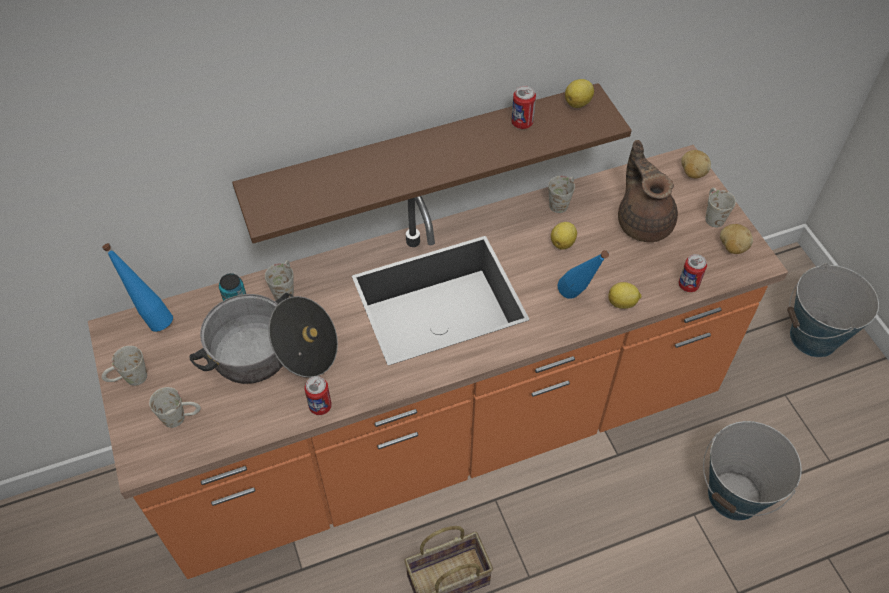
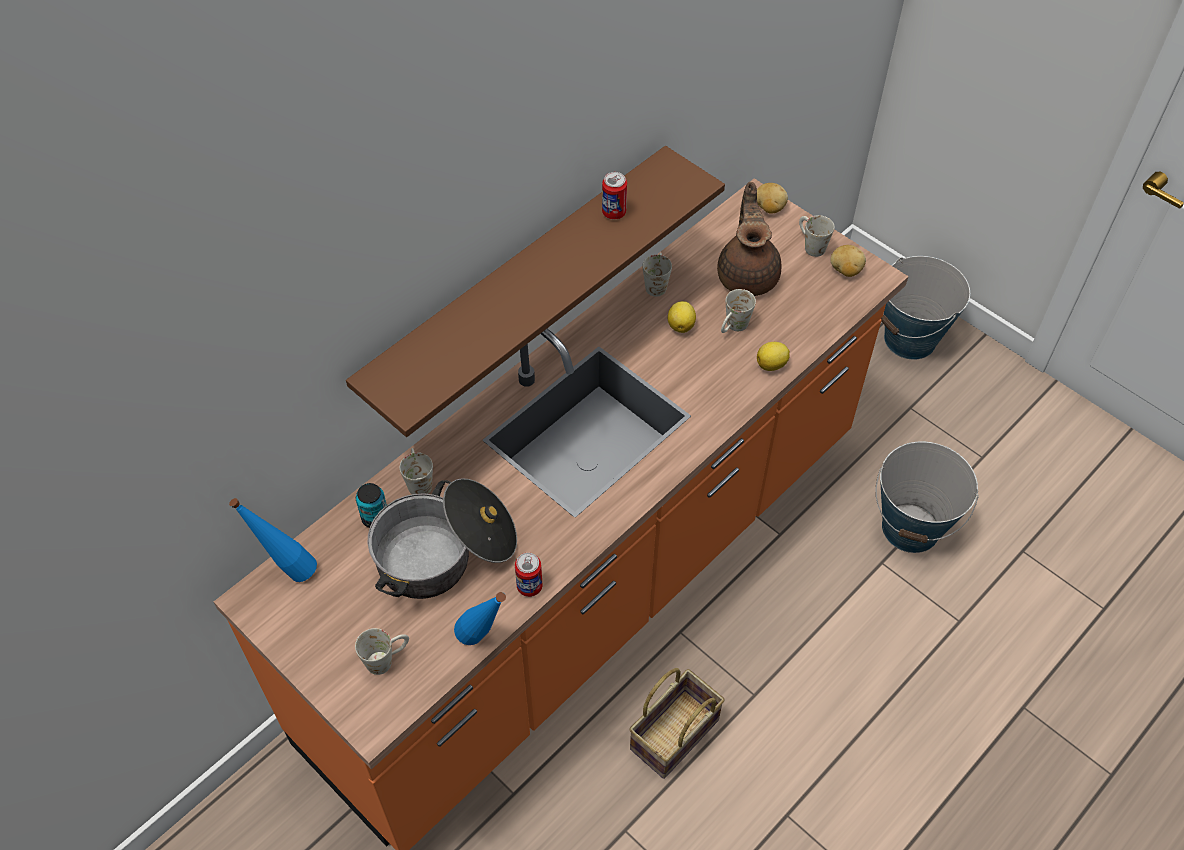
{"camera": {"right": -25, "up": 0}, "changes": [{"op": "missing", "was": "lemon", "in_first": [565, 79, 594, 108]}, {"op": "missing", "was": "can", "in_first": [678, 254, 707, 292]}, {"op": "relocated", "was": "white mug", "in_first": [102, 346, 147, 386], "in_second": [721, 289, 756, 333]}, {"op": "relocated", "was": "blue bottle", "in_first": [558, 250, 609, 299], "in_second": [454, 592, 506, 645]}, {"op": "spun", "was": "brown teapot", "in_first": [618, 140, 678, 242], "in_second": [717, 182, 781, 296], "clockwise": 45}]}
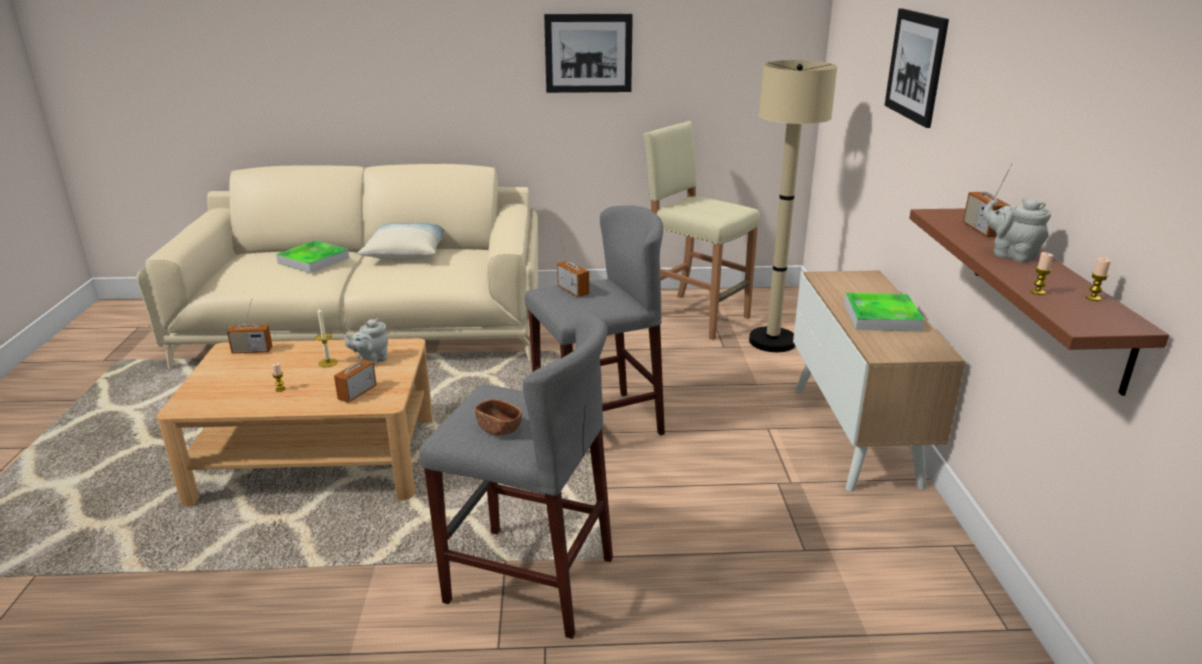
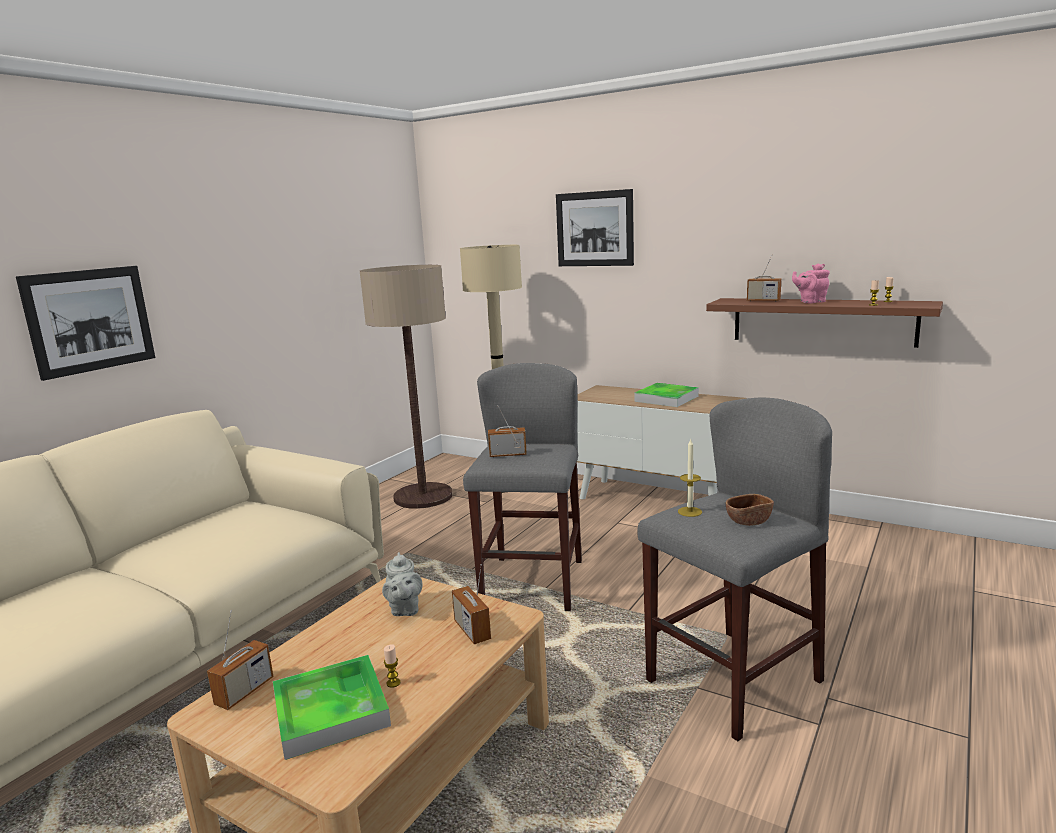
{"camera": {"right": -55, "up": -10}, "changes": [{"op": "missing", "was": "pillow", "in_first": [357, 223, 444, 261]}, {"op": "relocated", "was": "tray", "in_first": [276, 240, 349, 273], "in_second": [273, 655, 391, 760]}, {"op": "relocated", "was": "candle", "in_first": [315, 308, 338, 367], "in_second": [678, 439, 702, 517]}, {"op": "relocated", "was": "picture", "in_first": [544, 14, 633, 93], "in_second": [16, 266, 155, 381]}, {"op": "exchanged", "was": "beige stool", "now": "floor lamp", "in_first": [643, 121, 760, 340], "in_second": [360, 265, 453, 509]}, {"op": "colour", "was": "grey teapot", "now": "pink teapot", "in_first": [982, 199, 1051, 262], "in_second": [792, 264, 830, 303]}]}
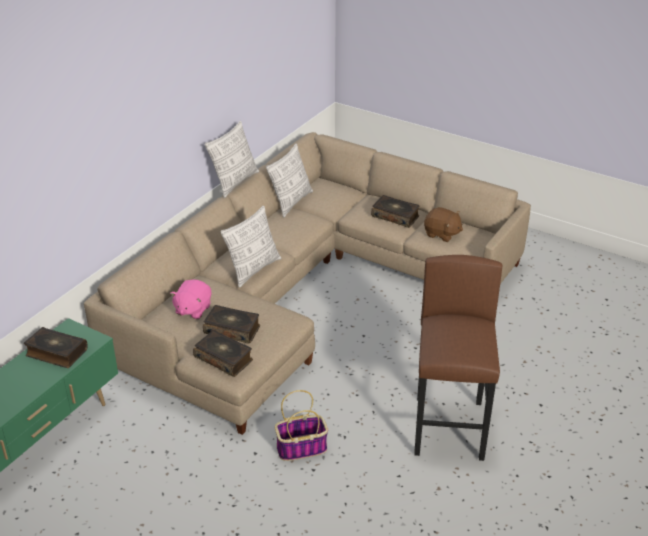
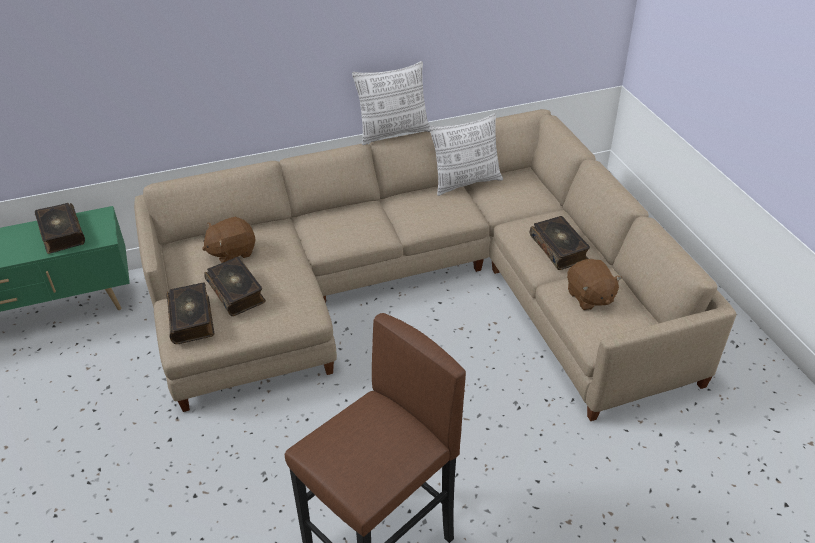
{"camera": {"right": 40, "up": 5}, "changes": [{"op": "missing", "was": "pillow", "in_first": [220, 206, 281, 288]}, {"op": "missing", "was": "basket", "in_first": [275, 390, 328, 461]}, {"op": "colour", "was": "pink plush toy", "now": "brown plush toy", "in_first": [170, 279, 212, 319], "in_second": [202, 217, 255, 263]}]}
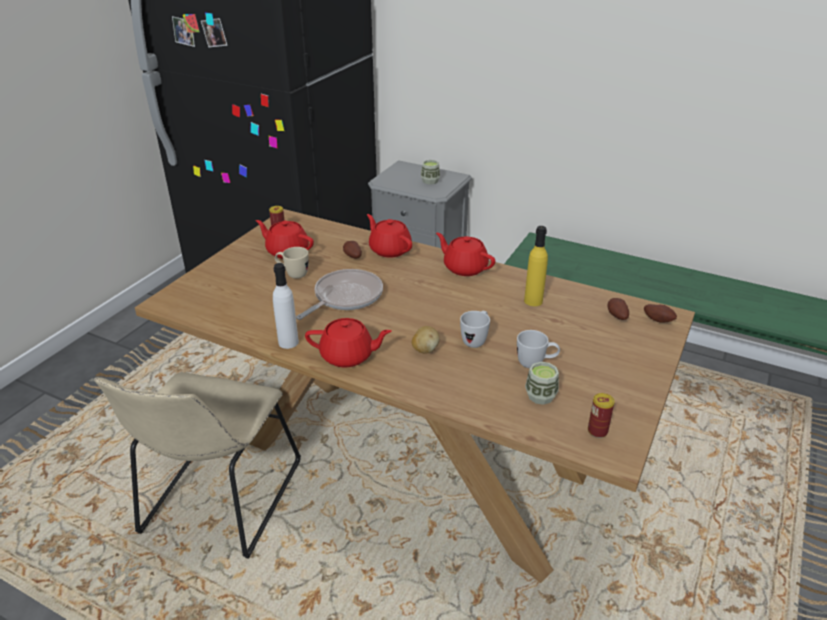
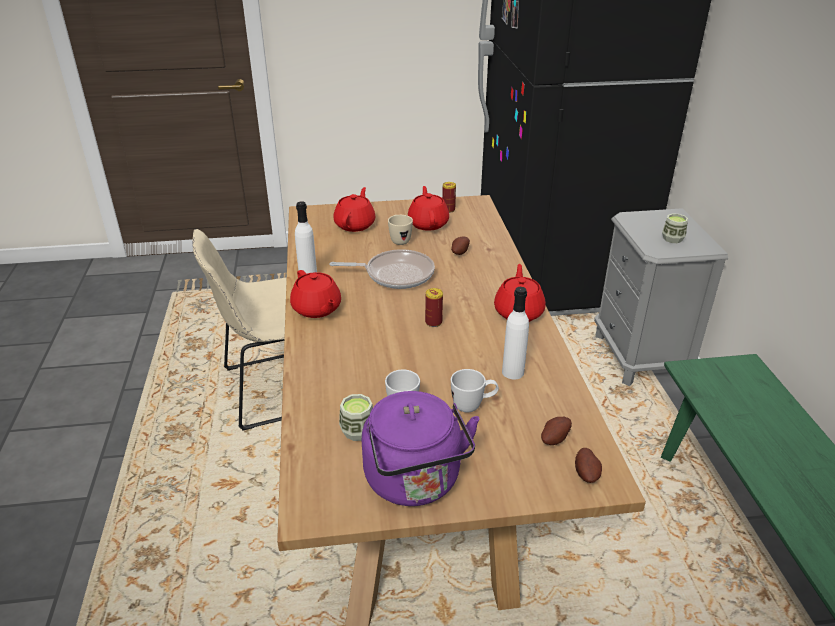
{"camera": {"right": 55, "up": 0}, "changes": [{"op": "missing", "was": "potato", "in_first": [412, 326, 440, 353]}, {"op": "appeared", "now": "purple kettle", "in_second": [362, 391, 480, 506]}, {"op": "relocated", "was": "red teapot", "in_first": [367, 214, 412, 258], "in_second": [333, 187, 376, 232]}, {"op": "relocated", "was": "white mug", "in_first": [460, 311, 490, 348], "in_second": [451, 369, 499, 412]}, {"op": "relocated", "was": "can", "in_first": [588, 393, 615, 438], "in_second": [425, 288, 443, 327]}, {"op": "colour", "was": "yellow bottle", "now": "white bottle", "in_first": [524, 226, 548, 306], "in_second": [502, 287, 529, 379]}]}
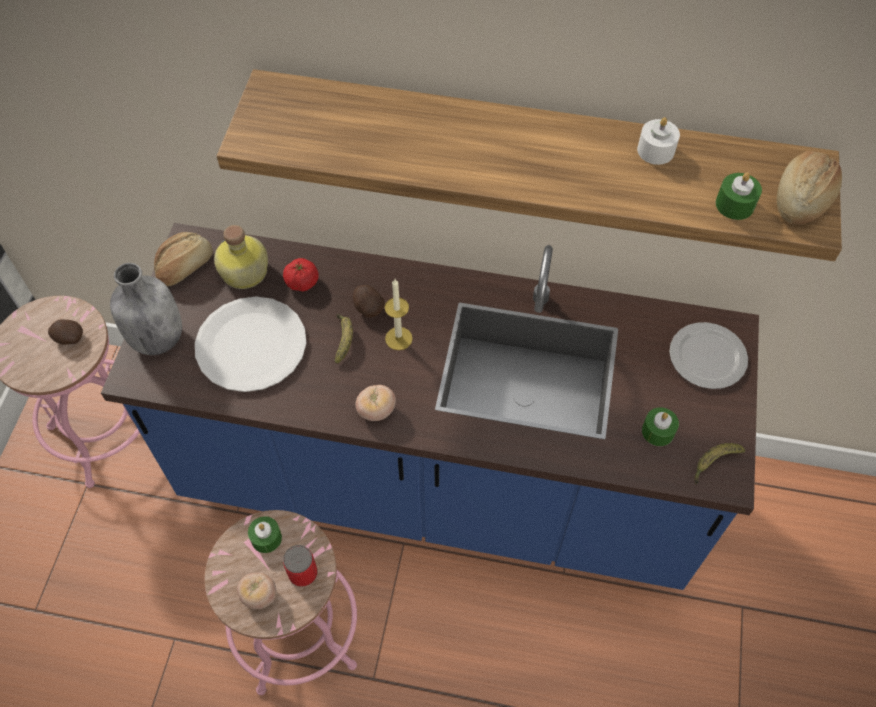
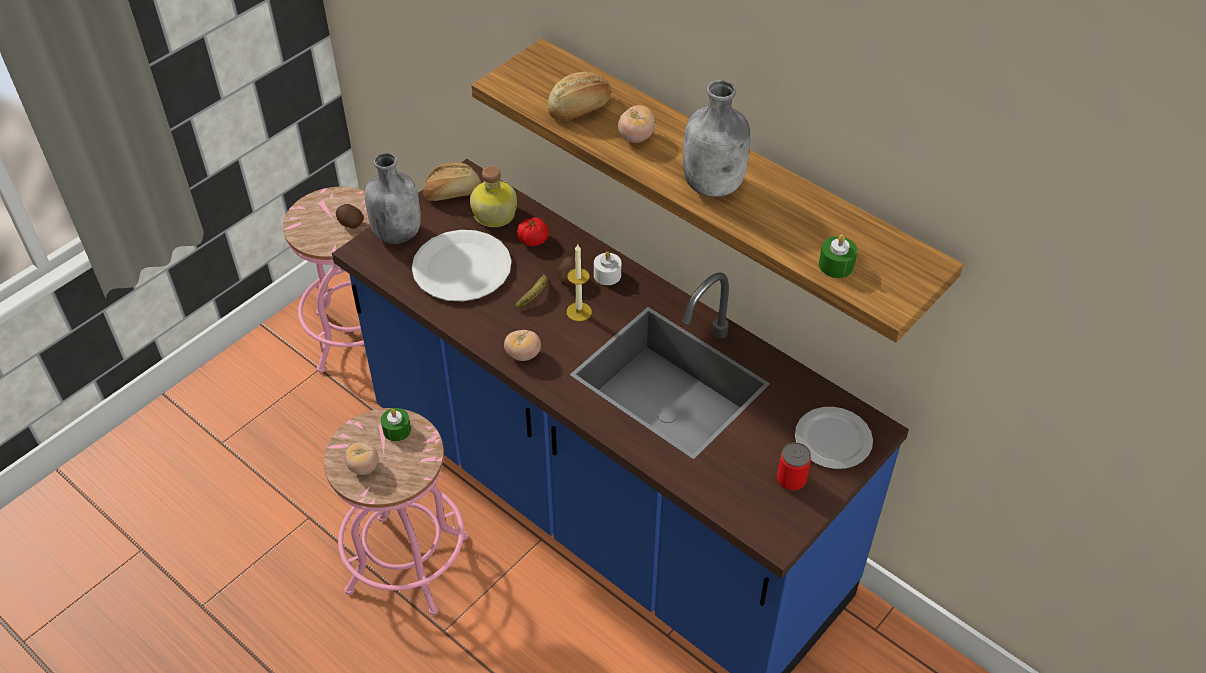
{"camera": {"right": 30, "up": -10}, "changes": [{"op": "missing", "was": "green candle", "in_first": [642, 407, 679, 446]}, {"op": "missing", "was": "banana", "in_first": [694, 443, 745, 484]}, {"op": "appeared", "now": "tomato", "in_second": [618, 105, 655, 143]}, {"op": "appeared", "now": "grey bottle", "in_second": [683, 80, 750, 197]}, {"op": "relocated", "was": "can", "in_first": [283, 545, 317, 587], "in_second": [777, 442, 811, 491]}, {"op": "relocated", "was": "white candle", "in_first": [637, 117, 680, 165], "in_second": [594, 251, 621, 285]}, {"op": "relocated", "was": "bread", "in_first": [777, 151, 842, 225], "in_second": [547, 71, 611, 120]}]}
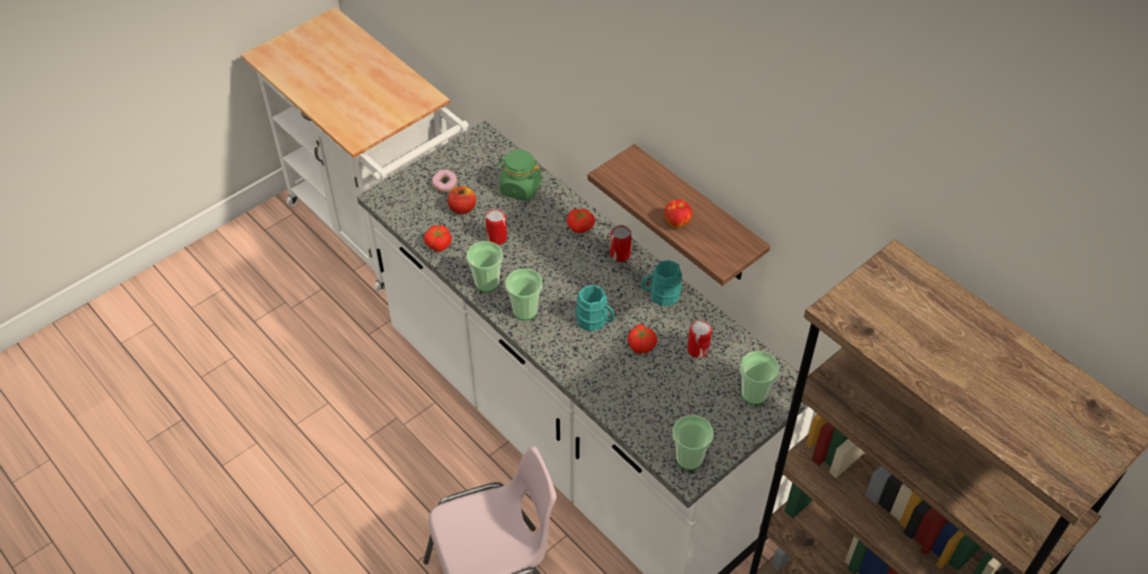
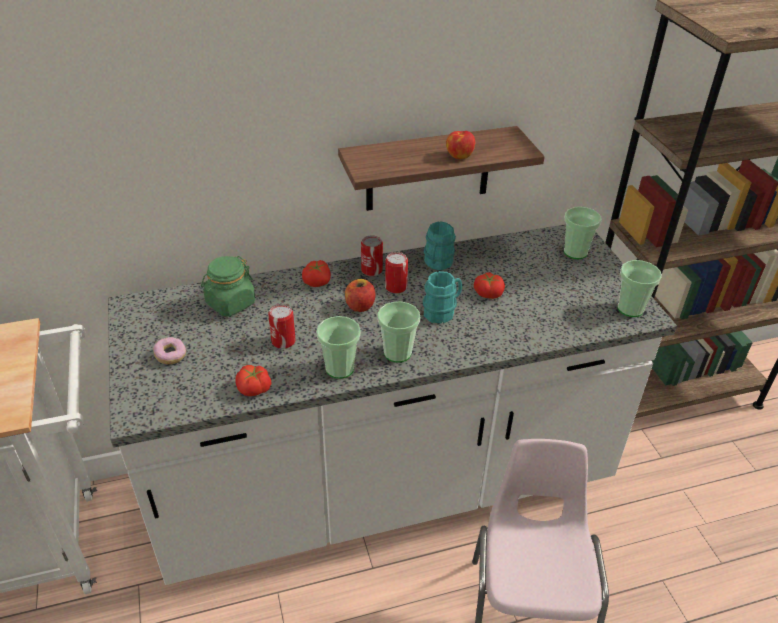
{"camera": {"right": -65, "up": -10}, "changes": [{"op": "relocated", "was": "apple", "in_first": [447, 186, 476, 214], "in_second": [345, 279, 376, 312]}, {"op": "relocated", "was": "can", "in_first": [687, 320, 712, 358], "in_second": [385, 252, 408, 294]}]}
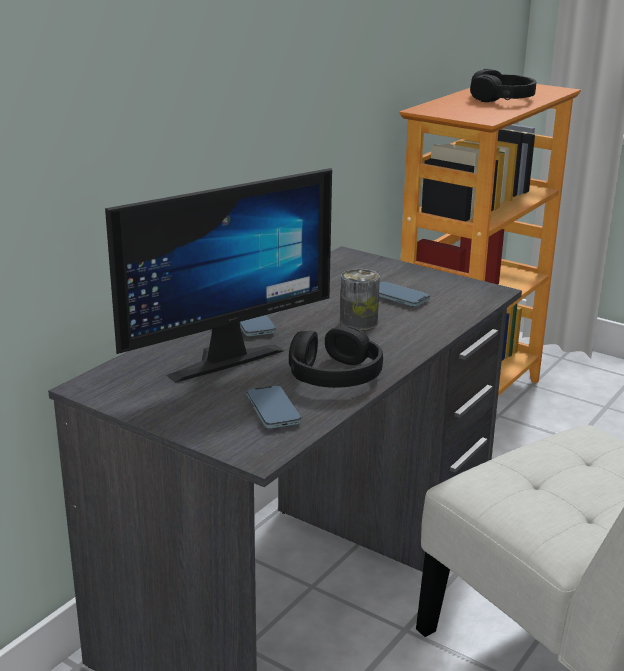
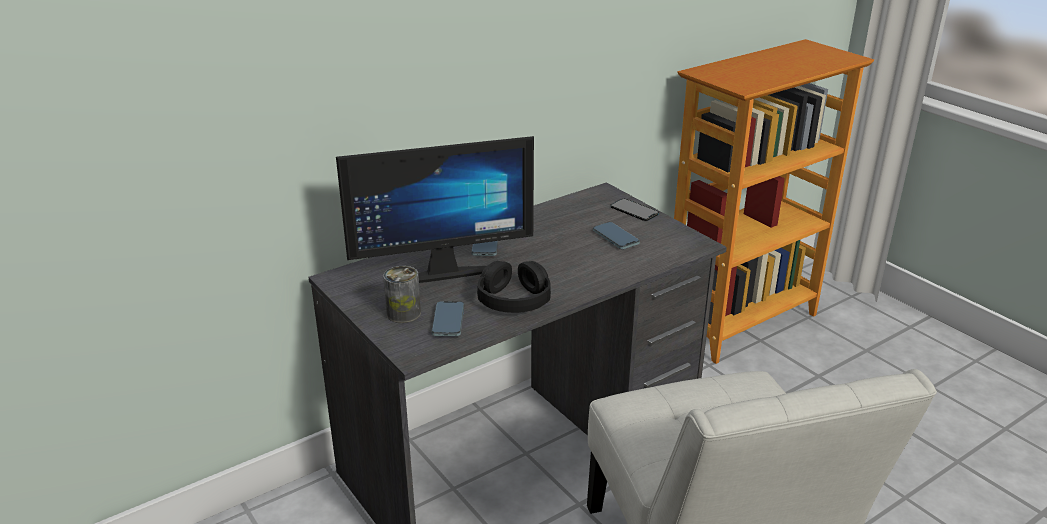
{"camera": {"right": 20, "up": 5}, "changes": [{"op": "missing", "was": "black headphones", "in_first": [470, 69, 536, 102]}, {"op": "appeared", "now": "phone", "in_second": [610, 199, 659, 221]}, {"op": "relocated", "was": "can", "in_first": [340, 269, 380, 330], "in_second": [383, 266, 421, 323]}]}
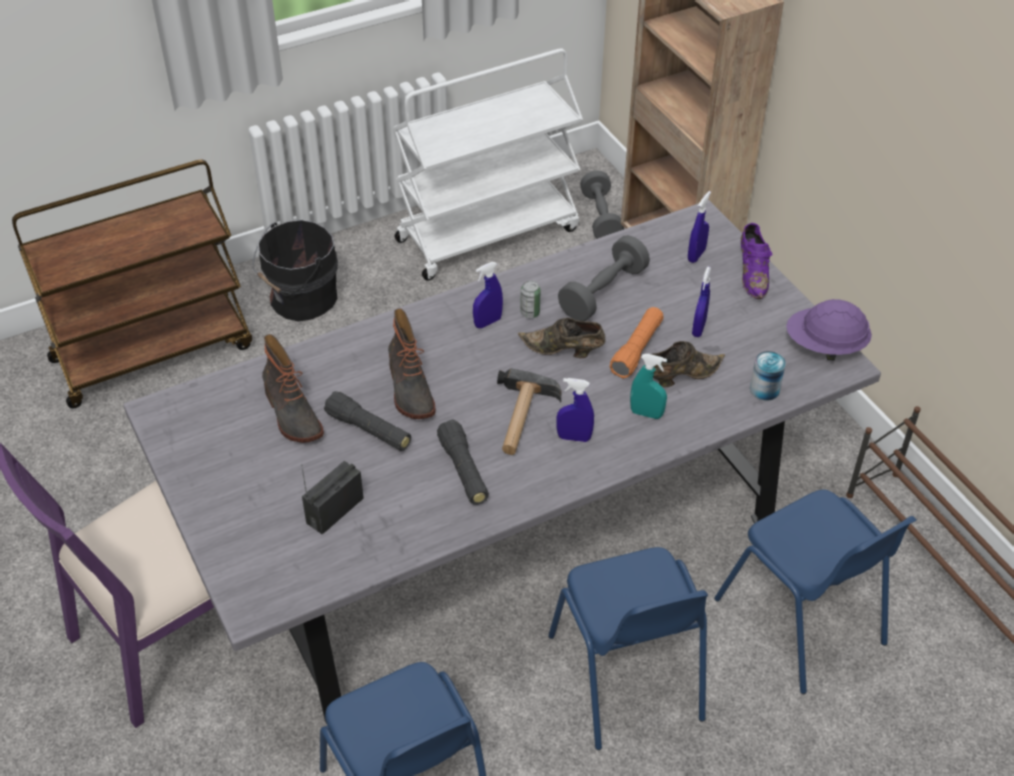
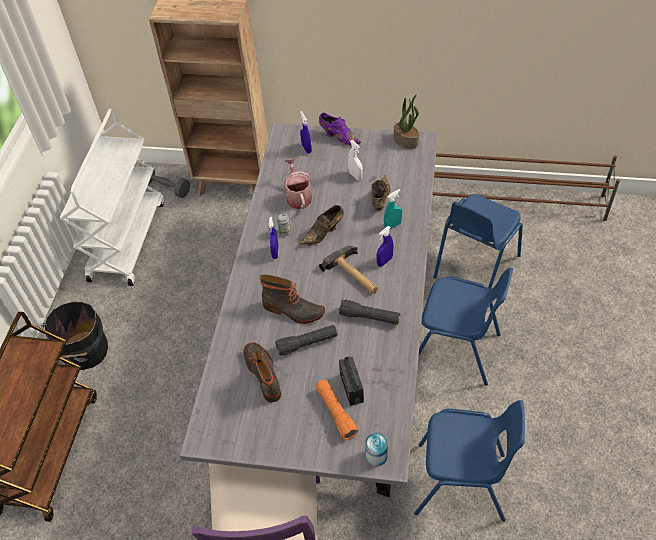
{"camera": {"right": -50, "up": 5}, "changes": [{"op": "relocated", "was": "orange flashlight", "in_first": [610, 307, 663, 378], "in_second": [316, 380, 358, 440]}, {"op": "relocated", "was": "can", "in_first": [750, 351, 786, 401], "in_second": [365, 433, 388, 466]}, {"op": "exchanged", "was": "grey dumbbell", "now": "watering can", "in_first": [558, 235, 650, 321], "in_second": [283, 158, 312, 209]}, {"op": "exchanged", "was": "purple hard hat", "now": "potted plant", "in_first": [786, 299, 872, 361], "in_second": [394, 94, 419, 149]}, {"op": "colour", "was": "blue spray bottle", "now": "white spray bottle", "in_first": [692, 266, 711, 337], "in_second": [348, 140, 363, 180]}, {"op": "spun", "was": "boot", "in_first": [262, 334, 324, 443], "in_second": [244, 342, 281, 402], "clockwise": -120}, {"op": "spun", "was": "blue chair", "in_first": [714, 490, 916, 694], "in_second": [433, 194, 523, 289], "clockwise": 120}]}
